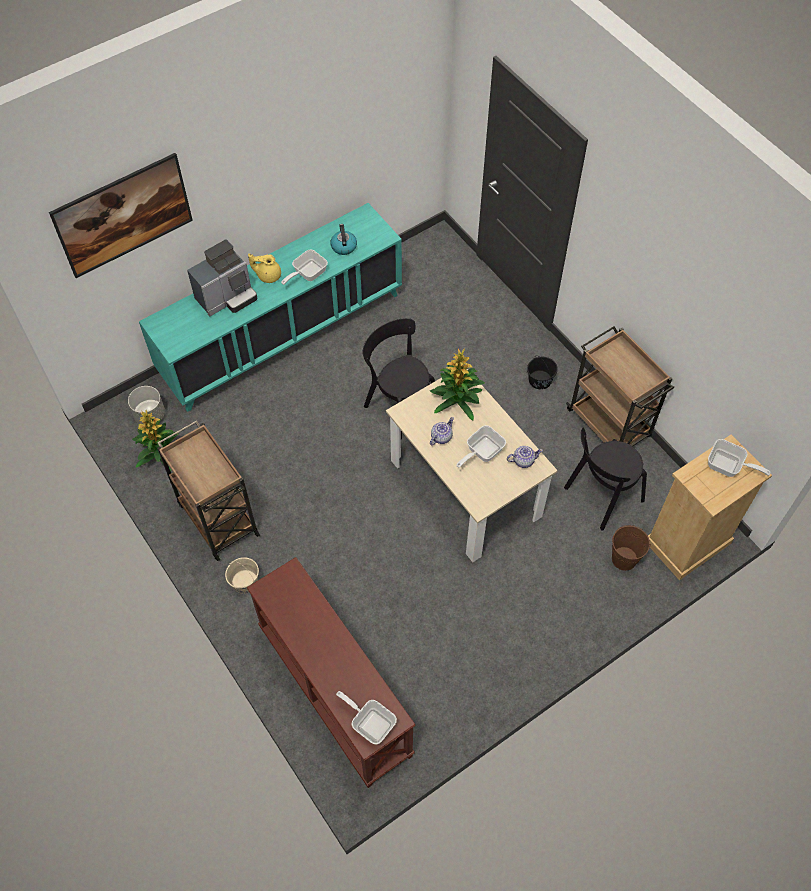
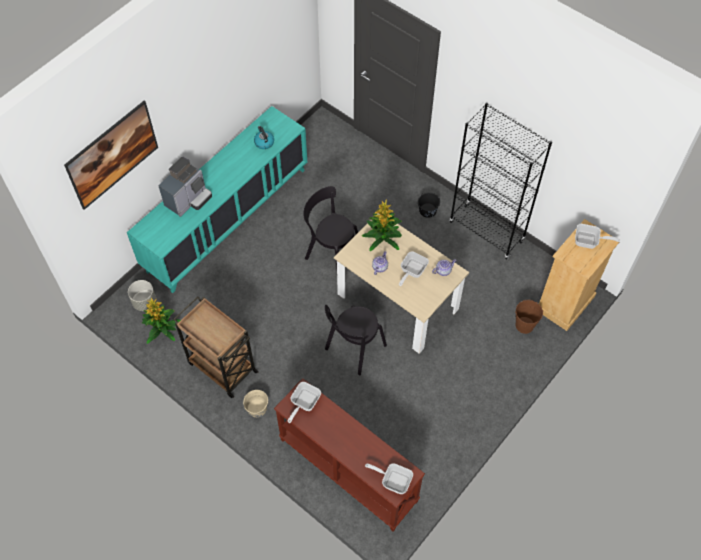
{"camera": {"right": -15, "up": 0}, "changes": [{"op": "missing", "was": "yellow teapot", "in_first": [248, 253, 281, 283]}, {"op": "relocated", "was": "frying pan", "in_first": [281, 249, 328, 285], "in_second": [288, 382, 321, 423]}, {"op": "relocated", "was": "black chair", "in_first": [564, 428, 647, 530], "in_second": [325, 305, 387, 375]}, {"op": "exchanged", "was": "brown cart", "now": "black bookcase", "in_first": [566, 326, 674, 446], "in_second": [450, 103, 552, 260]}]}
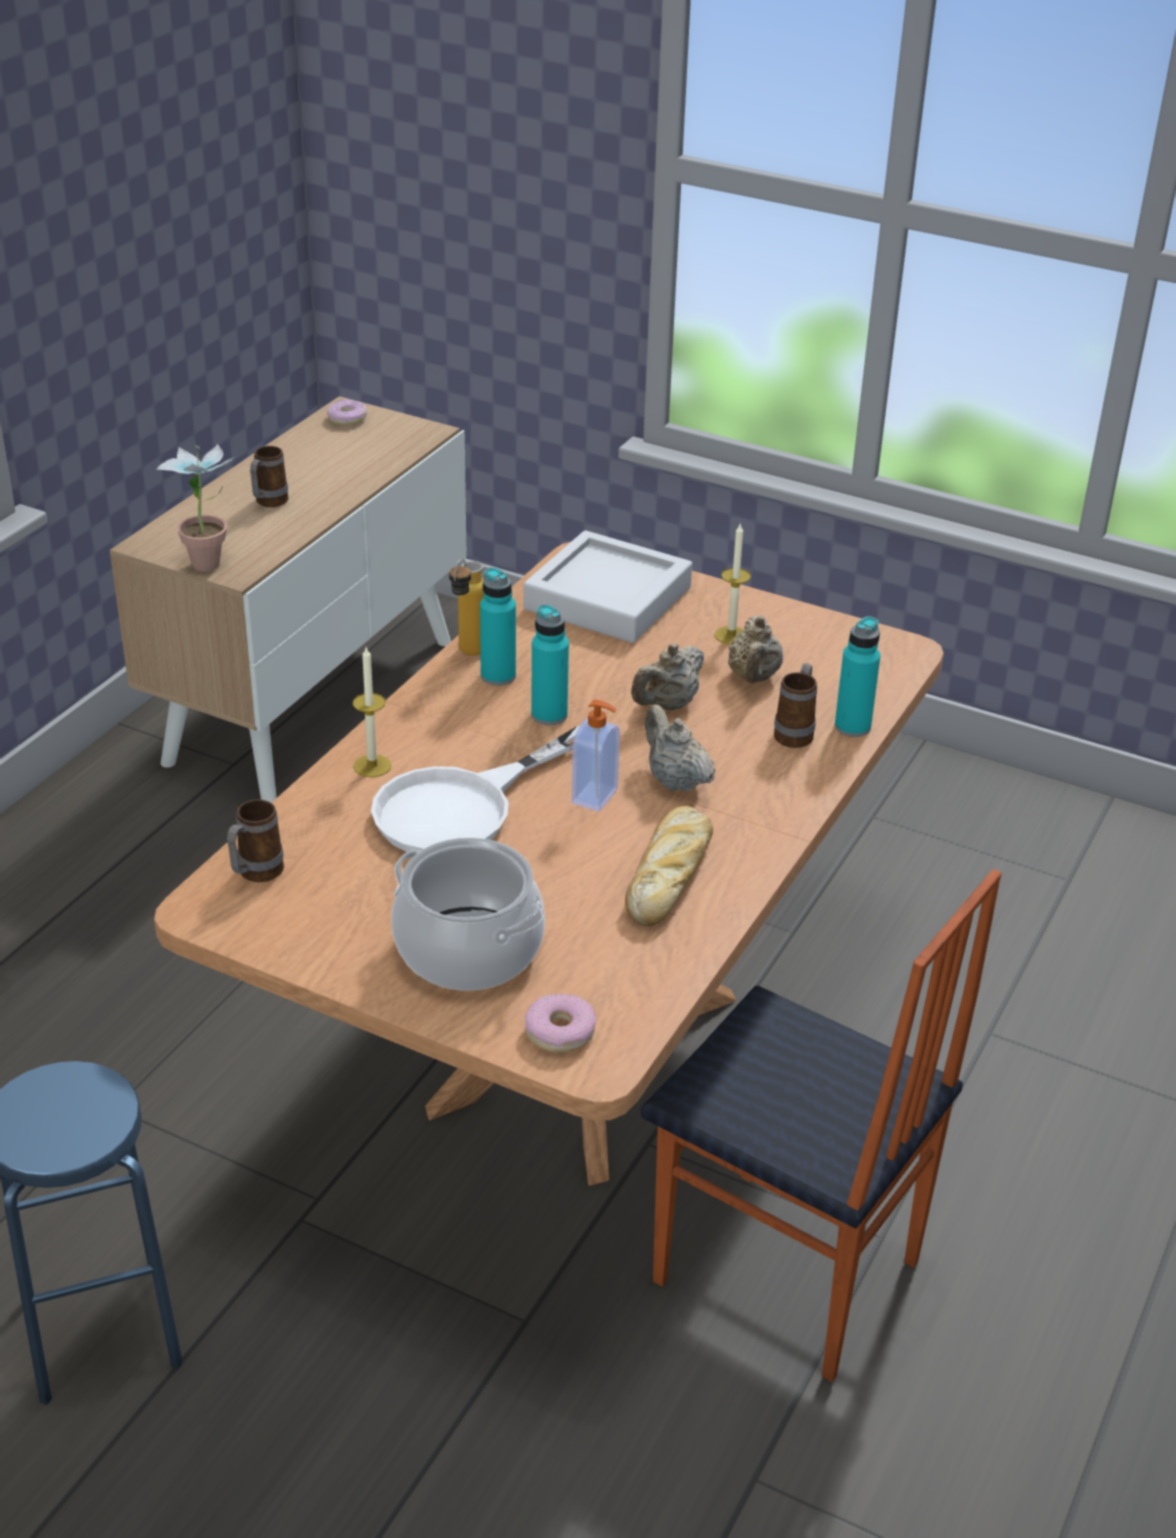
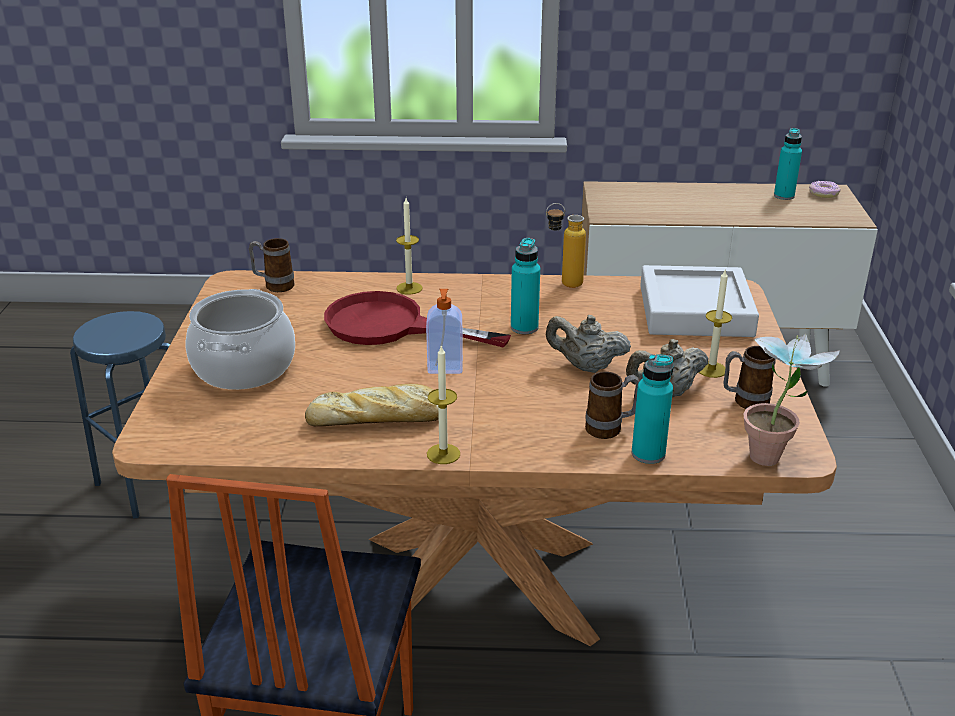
{"camera": {"right": 65, "up": -5}, "changes": [{"op": "missing", "was": "donut", "in_first": [525, 994, 596, 1053]}, {"op": "missing", "was": "beige teapot", "in_first": [645, 704, 716, 792]}, {"op": "appeared", "now": "candle", "in_second": [427, 344, 460, 464]}, {"op": "relocated", "was": "potted plant", "in_first": [156, 444, 235, 572], "in_second": [743, 334, 840, 466]}, {"op": "relocated", "was": "mug", "in_first": [250, 446, 288, 507], "in_second": [723, 346, 776, 409]}, {"op": "relocated", "was": "turquoise bottle", "in_first": [480, 567, 516, 686], "in_second": [774, 128, 802, 200]}, {"op": "colour", "was": "white frying pan", "now": "red frying pan", "in_first": [371, 726, 579, 852], "in_second": [324, 291, 511, 348]}]}
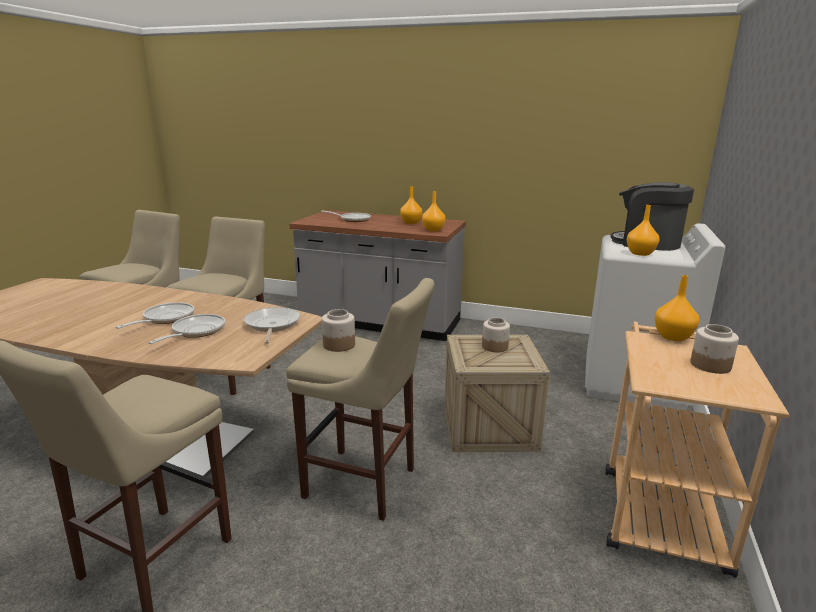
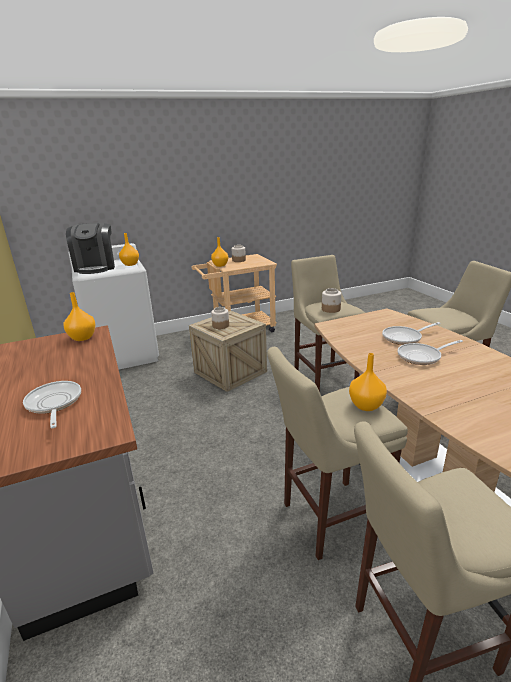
{"camera": {"right": -130, "up": 5}, "changes": [{"op": "missing", "was": "frying pan", "in_first": [244, 307, 300, 344]}, {"op": "relocated", "was": "orange vase", "in_first": [400, 186, 422, 224], "in_second": [349, 353, 387, 411]}]}
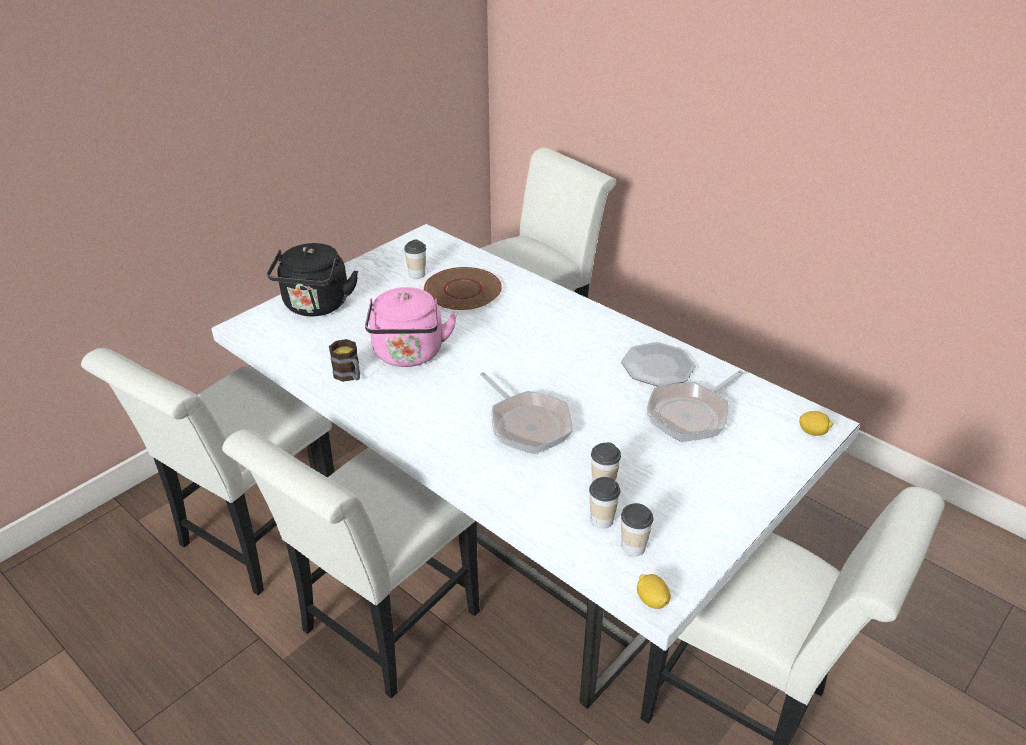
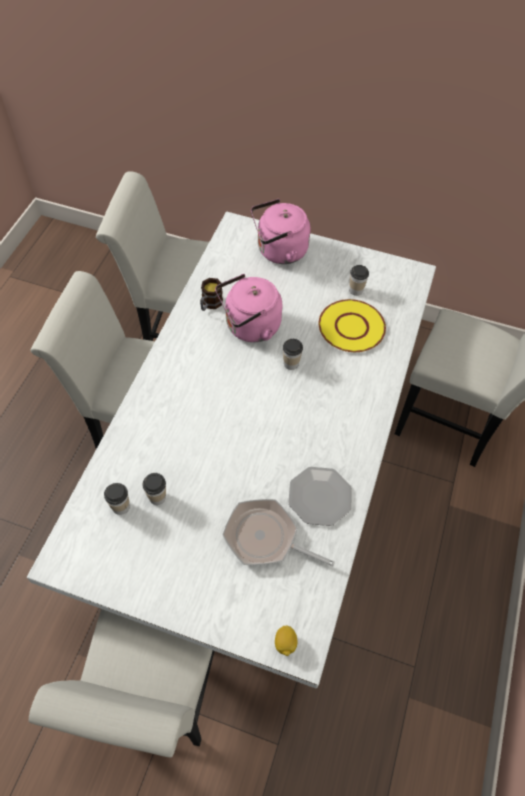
{"camera": {"right": 65, "up": 20}, "changes": [{"op": "missing", "was": "frying pan", "in_first": [480, 372, 573, 454]}, {"op": "missing", "was": "lemon", "in_first": [637, 574, 671, 609]}, {"op": "relocated", "was": "cup", "in_first": [621, 503, 654, 556], "in_second": [283, 339, 303, 370]}, {"op": "colour", "was": "black kettle", "now": "pink kettle", "in_first": [267, 243, 358, 316], "in_second": [251, 199, 311, 264]}, {"op": "colour", "was": "brown plate", "now": "yellow plate", "in_first": [424, 267, 502, 310], "in_second": [319, 299, 386, 352]}]}
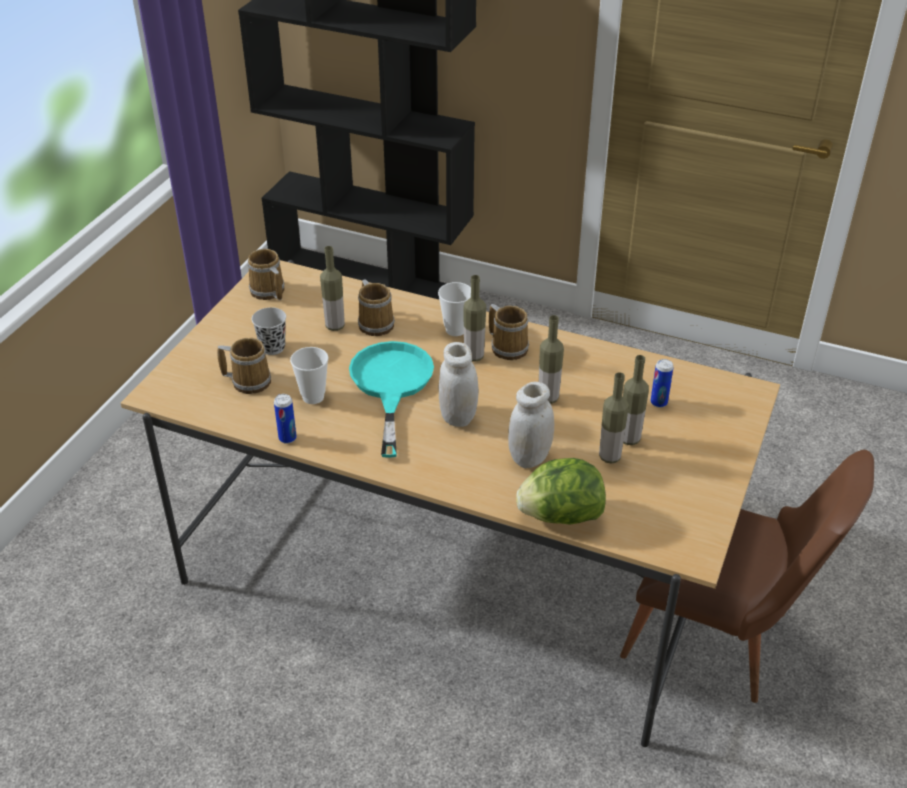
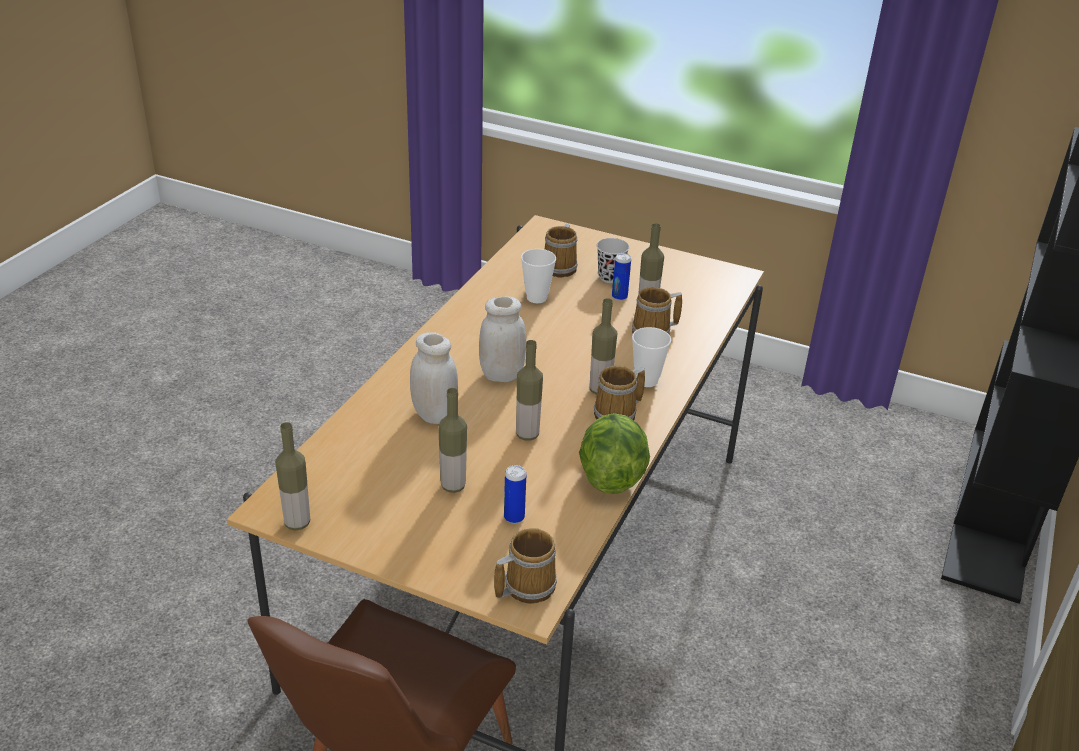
{"camera": {"right": 90, "up": -5}, "changes": [{"op": "missing", "was": "turquoise frying pan", "in_first": [349, 341, 434, 458]}, {"op": "relocated", "was": "mug", "in_first": [248, 249, 284, 300], "in_second": [494, 528, 557, 604]}, {"op": "relocated", "was": "can", "in_first": [274, 394, 296, 444], "in_second": [612, 253, 631, 301]}, {"op": "relocated", "was": "lettuce", "in_first": [516, 458, 606, 525], "in_second": [579, 413, 650, 494]}, {"op": "relocated", "was": "bottle", "in_first": [599, 372, 629, 464], "in_second": [275, 422, 310, 530]}]}
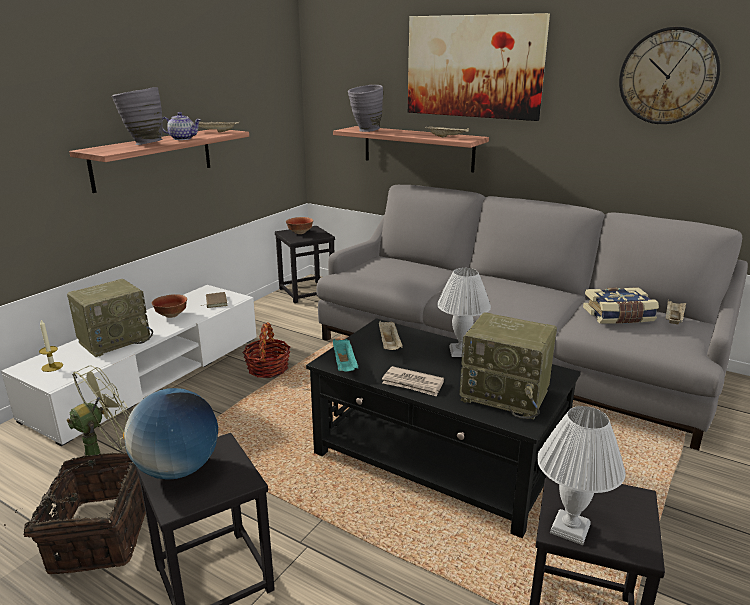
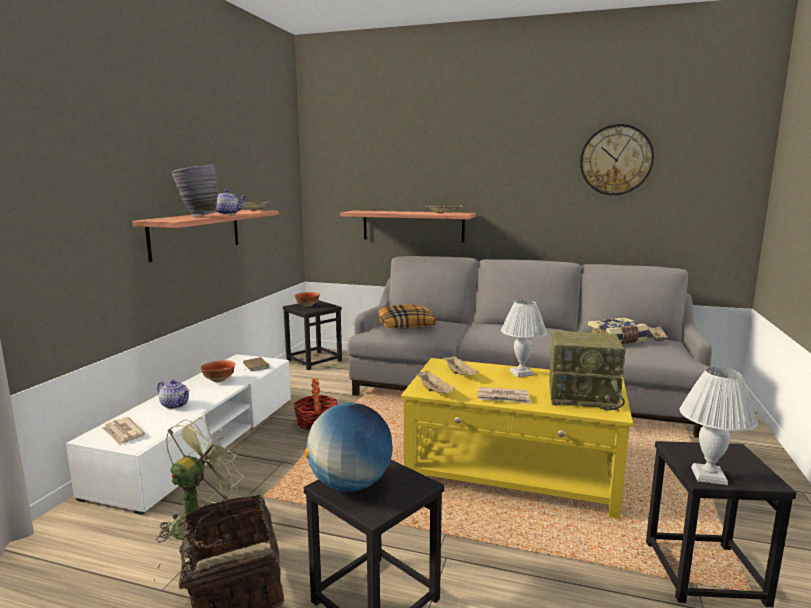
{"camera": {"right": -15, "up": -10}, "changes": [{"op": "missing", "was": "grey vase", "in_first": [348, 85, 383, 132]}, {"op": "missing", "was": "picture", "in_first": [408, 13, 550, 121]}, {"op": "appeared", "now": "pillow", "in_second": [378, 304, 436, 329]}, {"op": "exchanged", "was": "candle", "now": "newspaper", "in_first": [39, 320, 63, 372], "in_second": [102, 417, 145, 445]}, {"op": "exchanged", "was": "radio", "now": "teapot", "in_first": [67, 279, 153, 357], "in_second": [157, 380, 190, 409]}, {"op": "colour", "was": "black coffee table", "now": "yellow coffee table", "in_first": [306, 318, 581, 538], "in_second": [401, 358, 633, 519]}, {"op": "colour", "was": "turquoise tray", "now": "beige tray", "in_first": [333, 339, 358, 372], "in_second": [416, 371, 455, 393]}]}
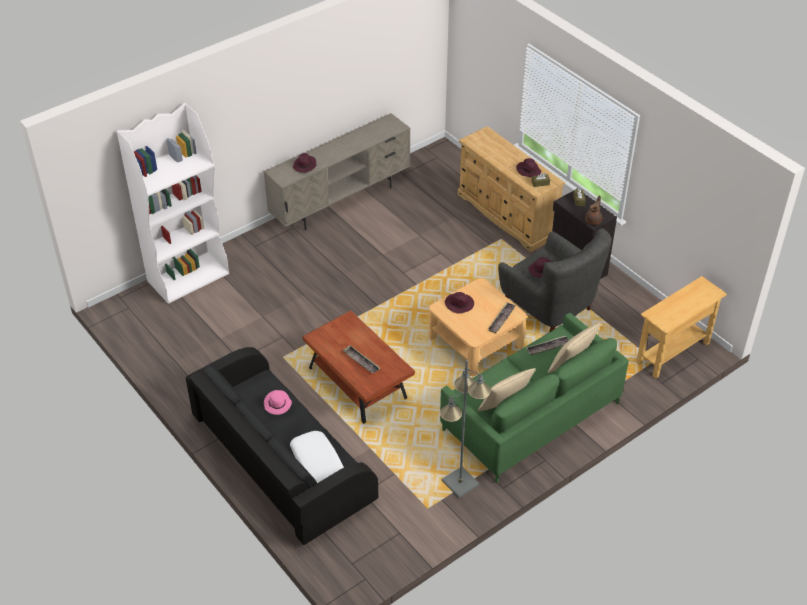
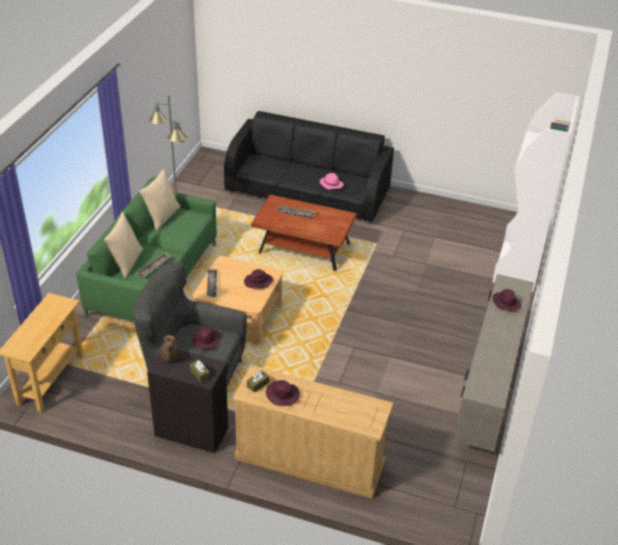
{"camera": {"right": 145, "up": -5}, "changes": [{"op": "missing", "was": "white pillow", "in_first": [290, 431, 344, 483]}]}
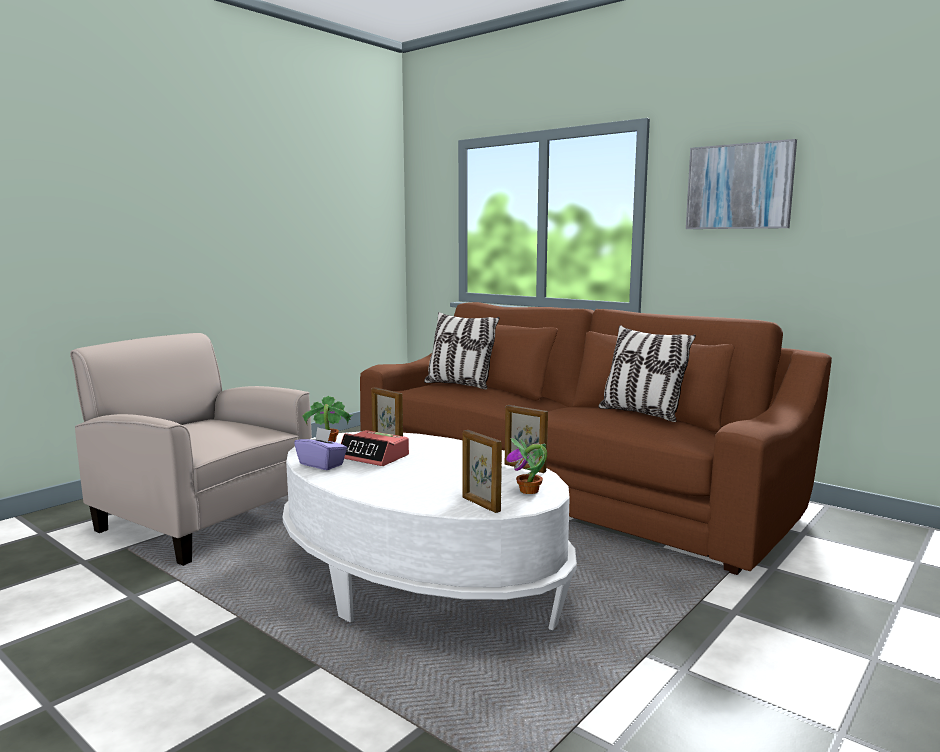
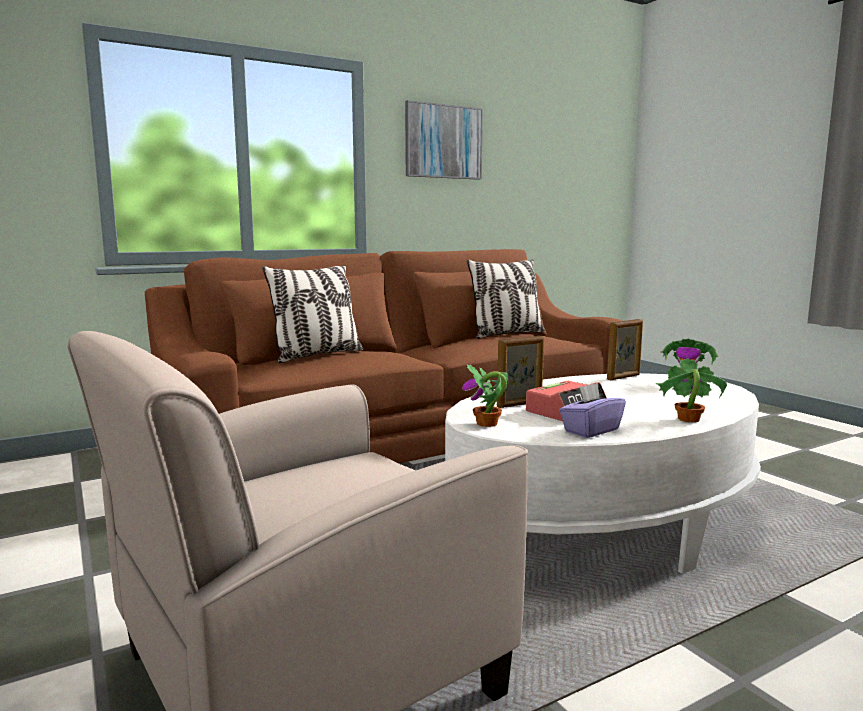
{"camera": {"right": -70, "up": 0}, "changes": [{"op": "missing", "was": "picture frame", "in_first": [462, 430, 502, 513]}, {"op": "appeared", "now": "potted plant", "in_second": [656, 358, 727, 422]}]}
